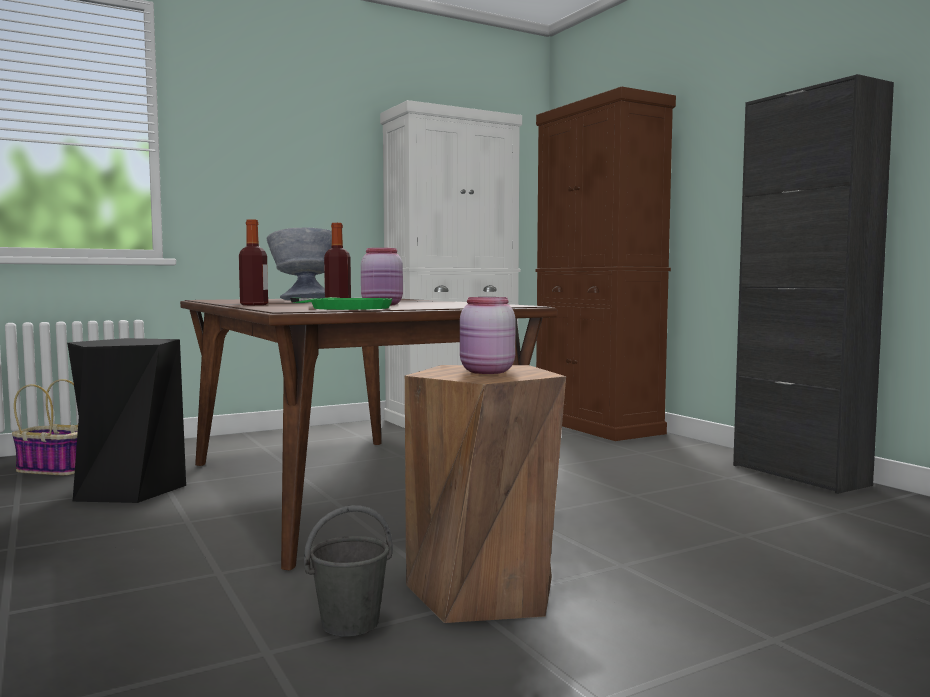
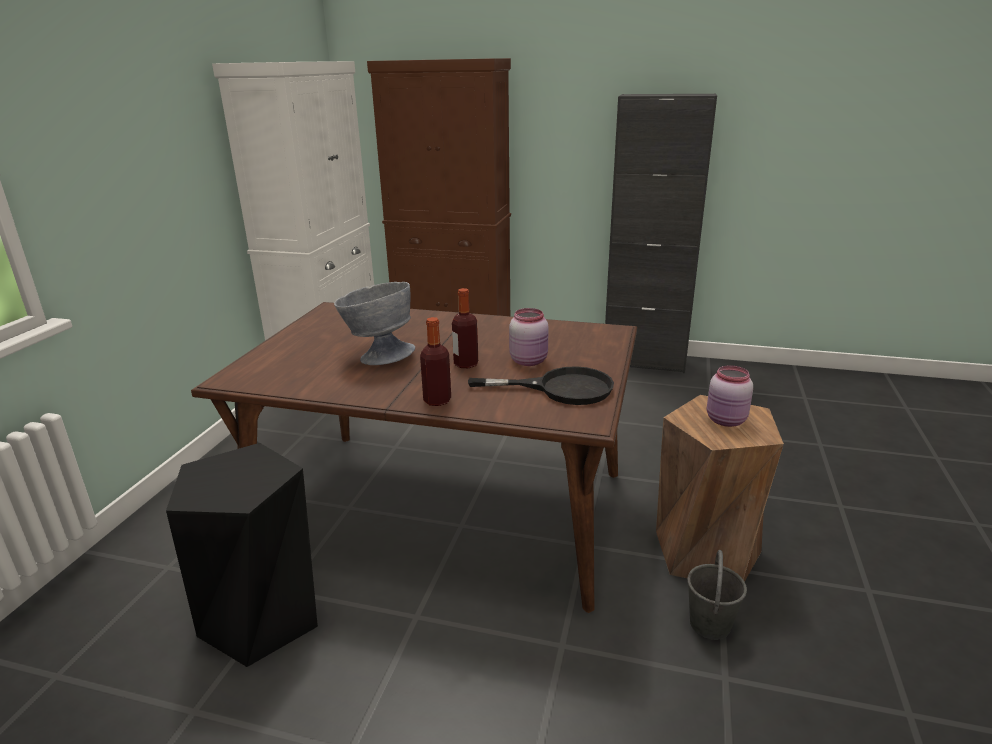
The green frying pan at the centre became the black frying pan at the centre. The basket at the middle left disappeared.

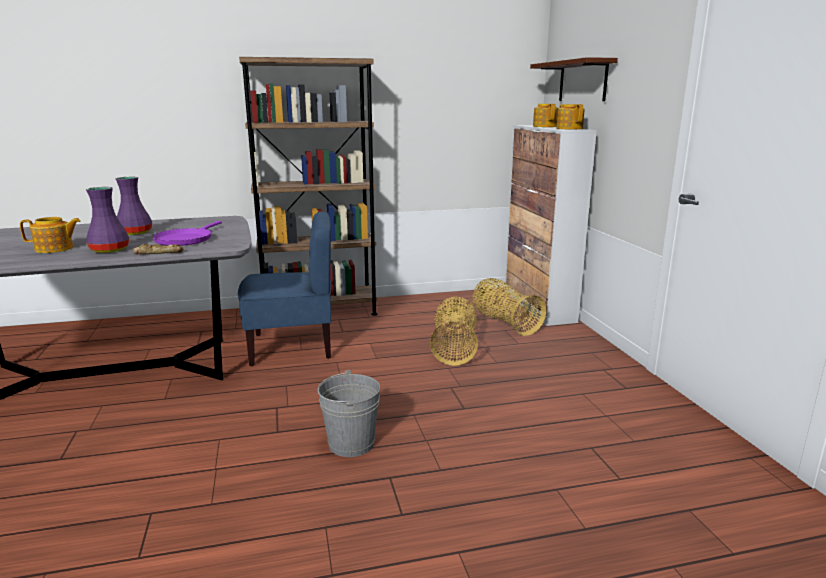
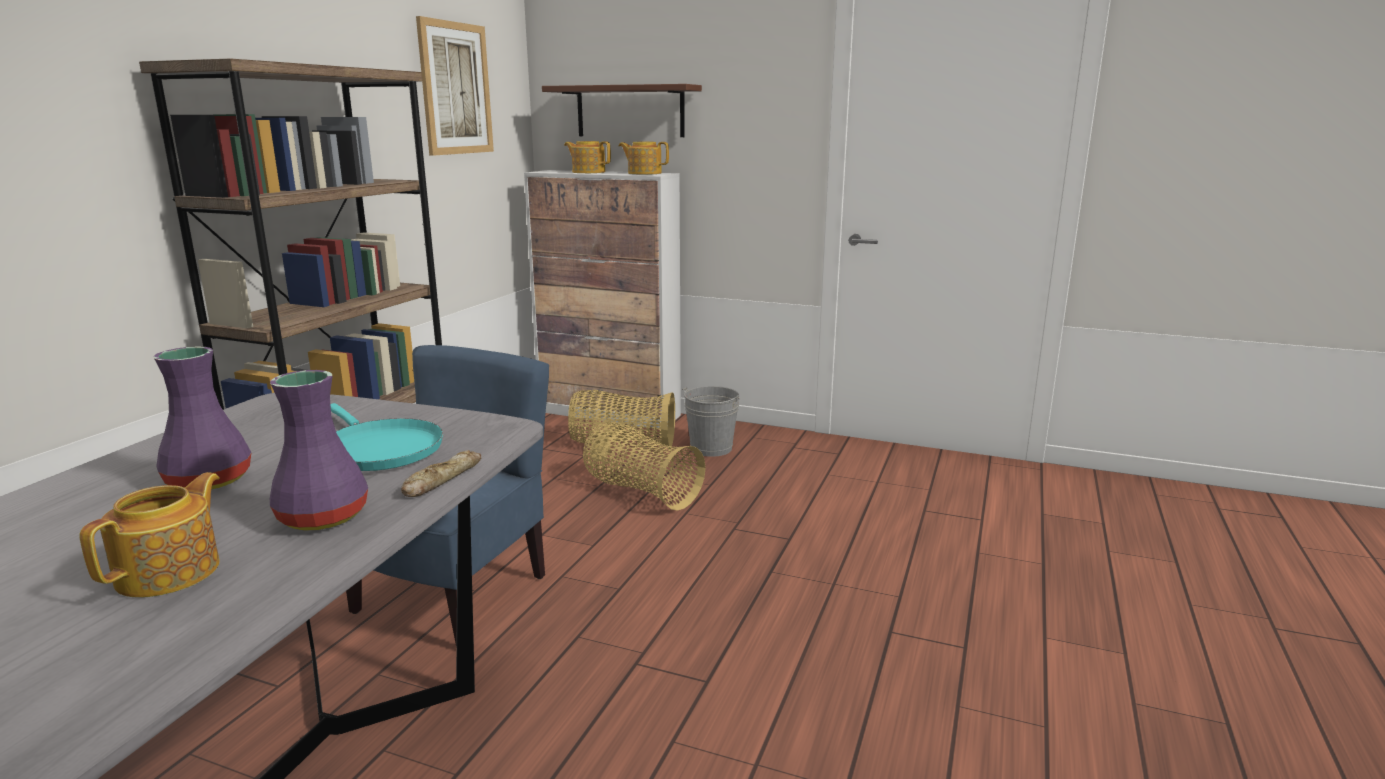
The purple frying pan at the middle left became the turquoise frying pan at the middle left. The picture at the top left appeared. The grey bucket moved from the bottom centre to the centre.

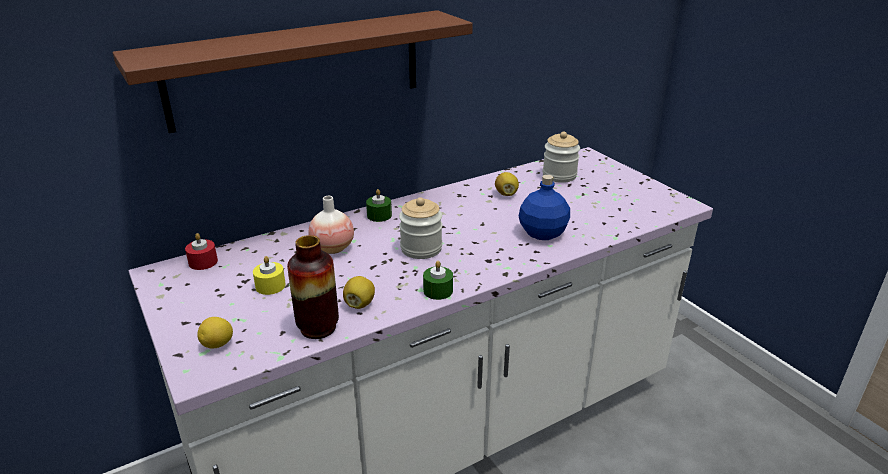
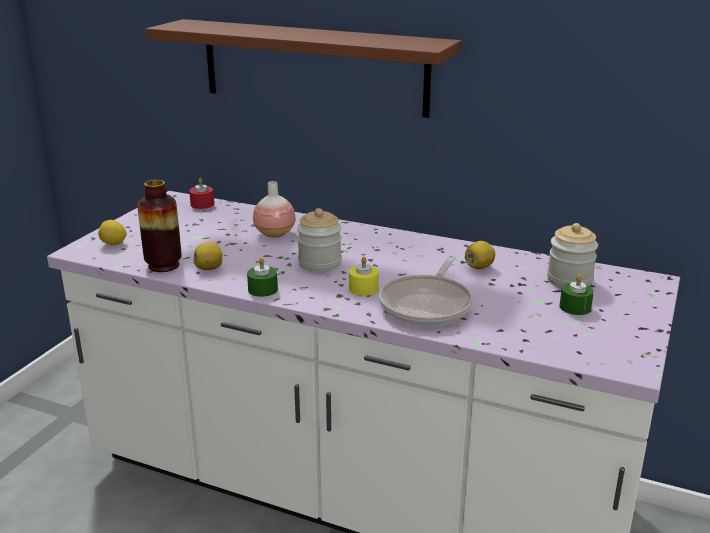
The yellow candle moved from the middle left to the centre. The blue bottle at the centre was replaced by the frying pan at the centre. The green candle (no. 1 from left in the first image) moved from the centre to the middle right.

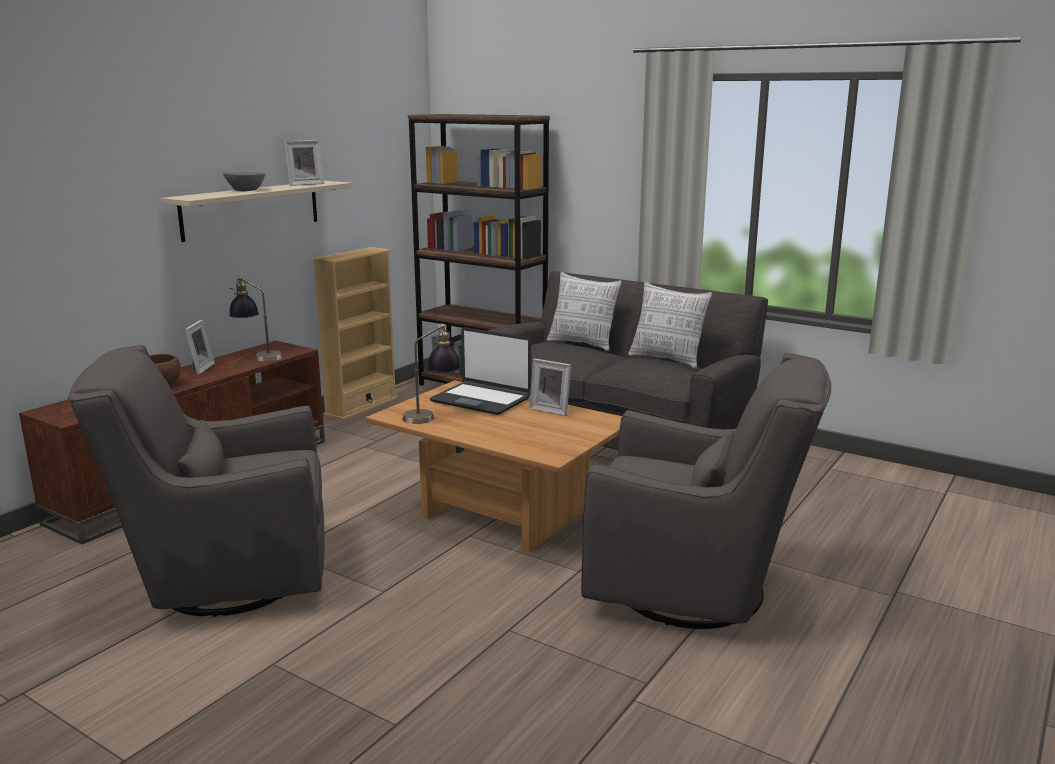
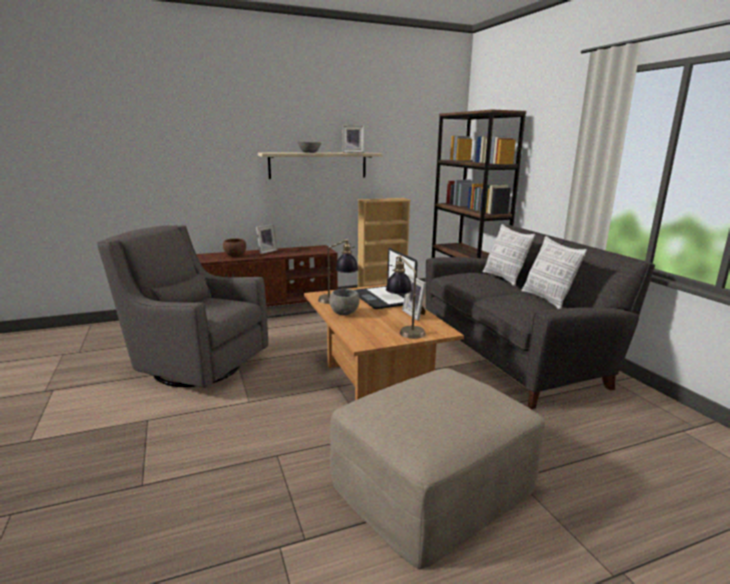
The grey bowl (no. 2 from left) at the centre appeared. The grey armchair (no. 2 from left) at the middle right was replaced by the beige ottoman at the bottom centre. The table lamp (no. 1 from left in the first image) moved from the middle left to the centre.

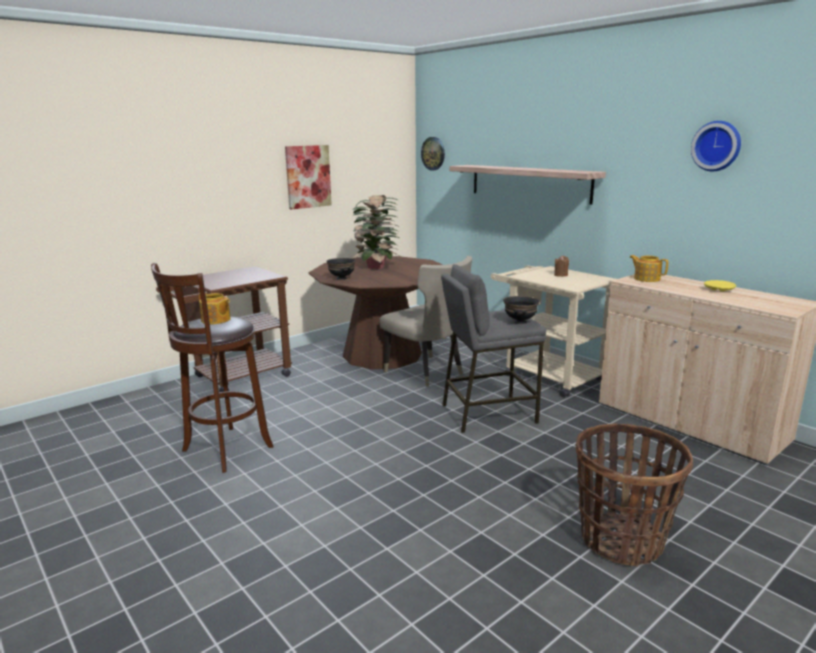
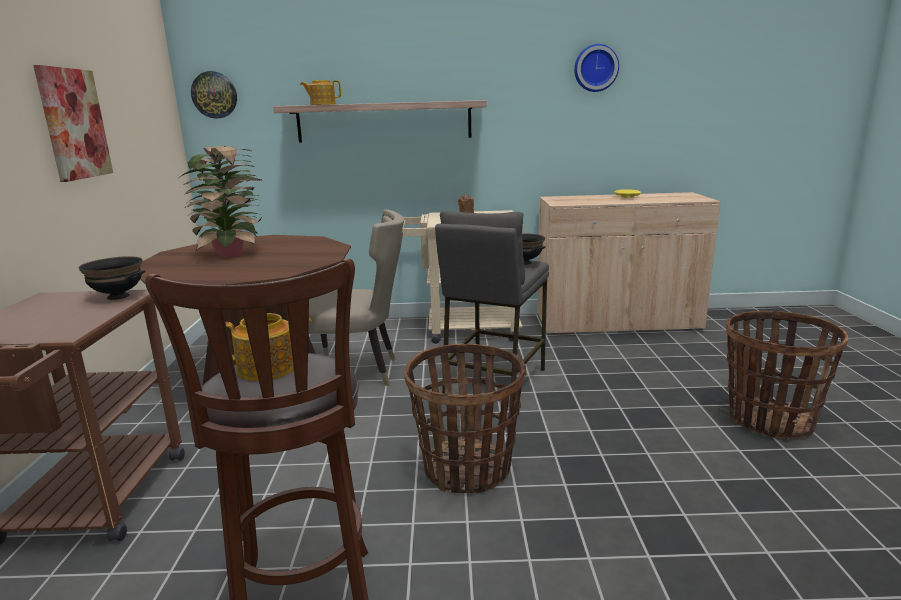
The black bowl (no. 1 from left) moved from the centre to the middle left. The teapot (no. 2 from left) moved from the middle right to the top centre. The basket (no. 1 from left) at the bottom centre appeared.

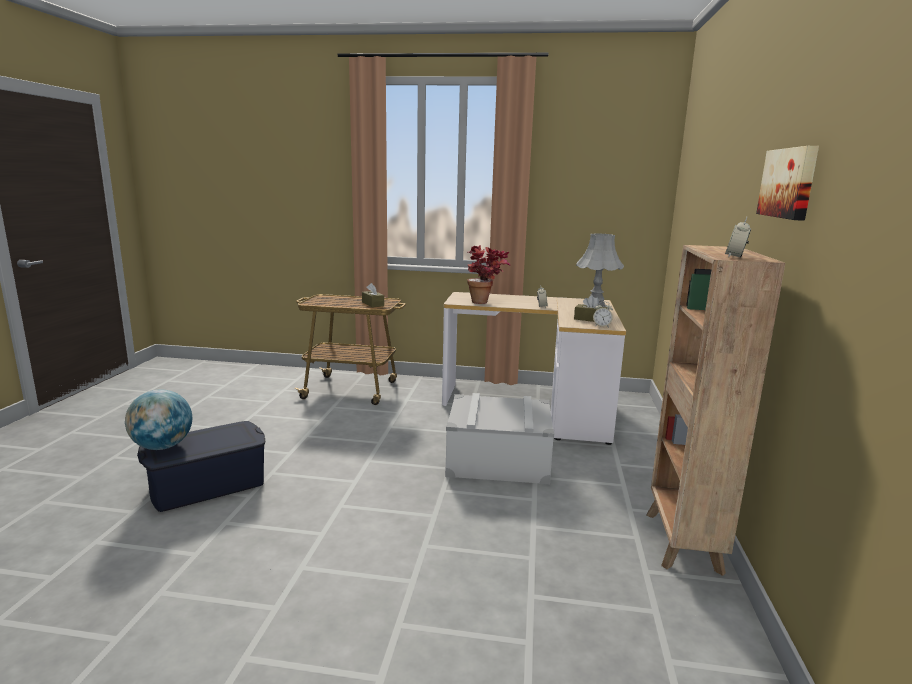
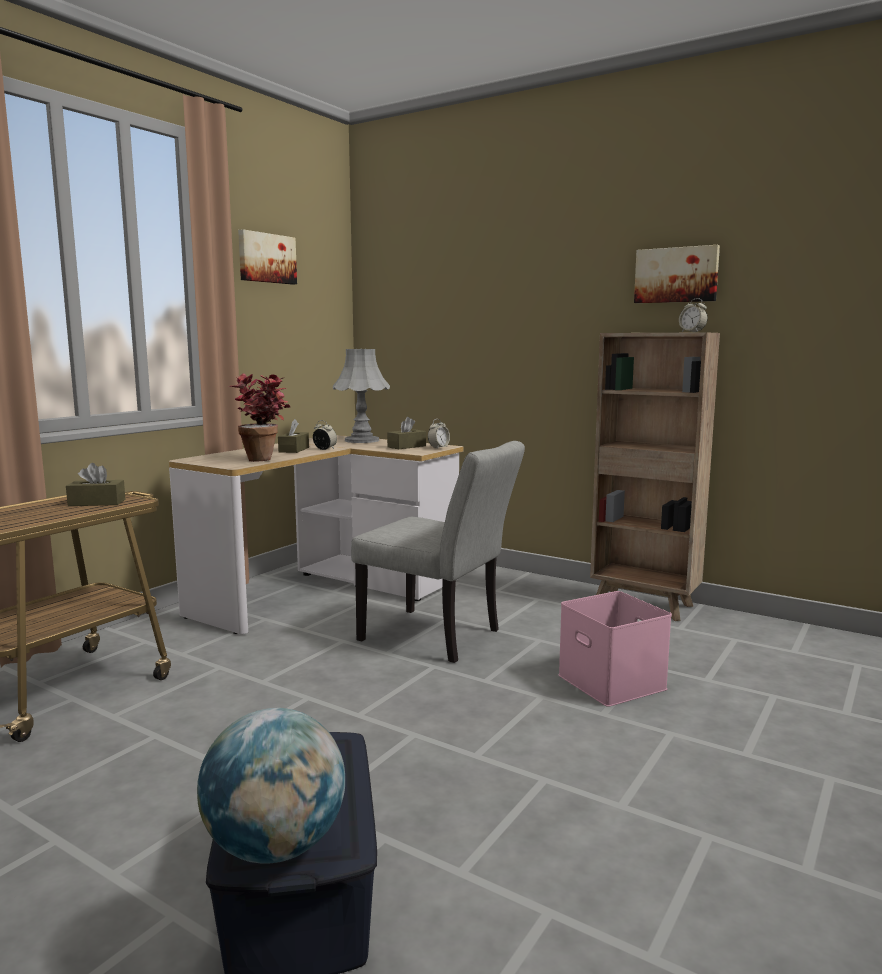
The picture (no. 1 from left) at the top left appeared. The brown tissue box (no. 2 from left) at the middle left appeared. The grey storage box at the centre was replaced by the grey chair at the centre. The pink storage box at the middle right appeared.

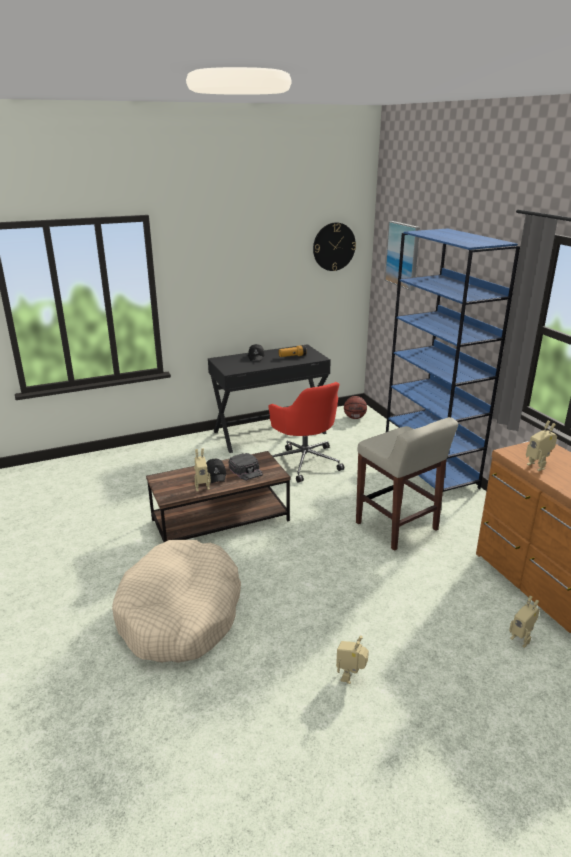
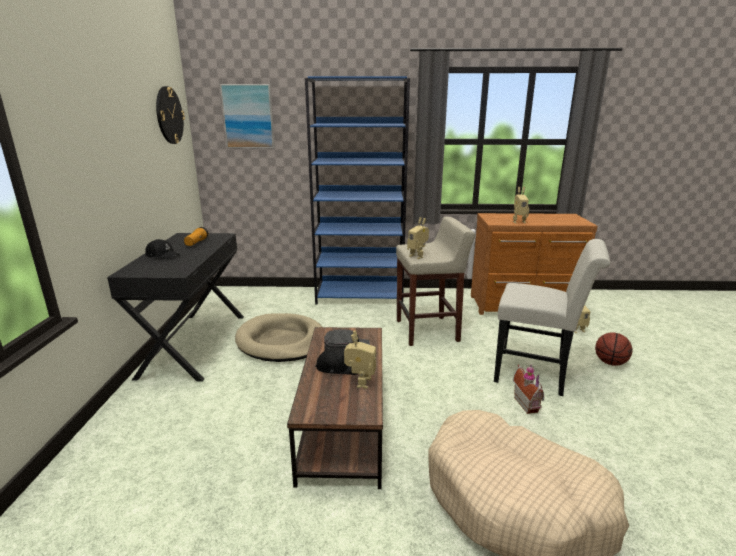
The red office chair at the centre was replaced by the beige dog bed (no. 1 from left) at the centre. The toy robot (no. 2 from left) moved from the bottom centre to the centre. The white chair at the middle right appeared. The toy house at the bottom right appeared. The basketball moved from the centre to the middle right.

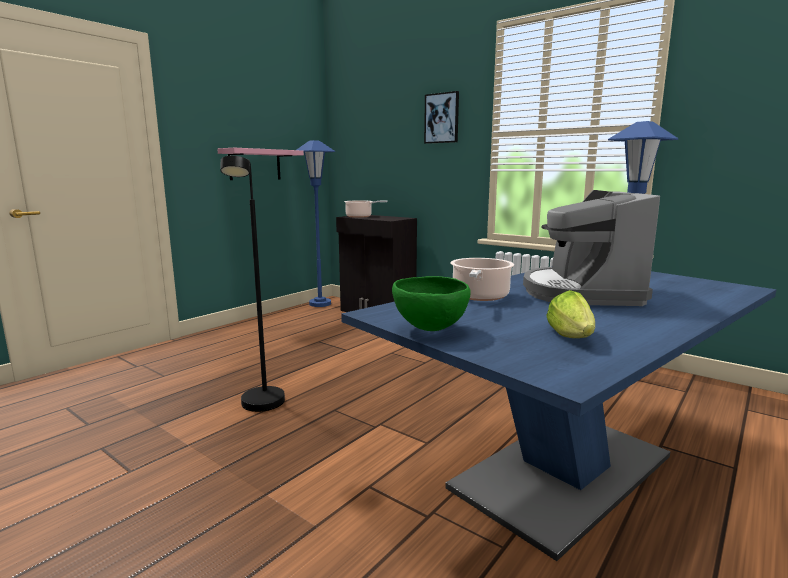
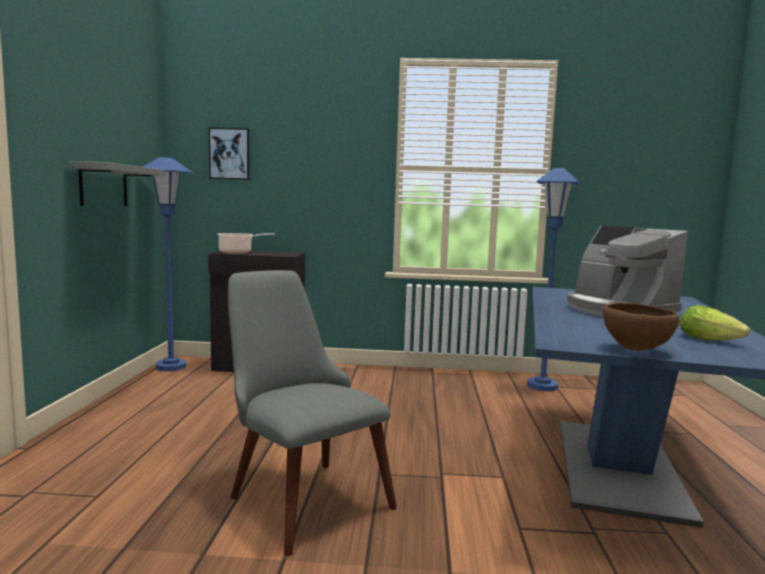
The pink shelf at the top left became the grey shelf at the top left. The picture moved from the top centre to the top left. The black floor lamp at the middle left was replaced by the grey chair at the bottom centre. The green bowl at the centre became the brown bowl at the middle right. The cooking pot (no. 2 from left) at the centre disappeared.

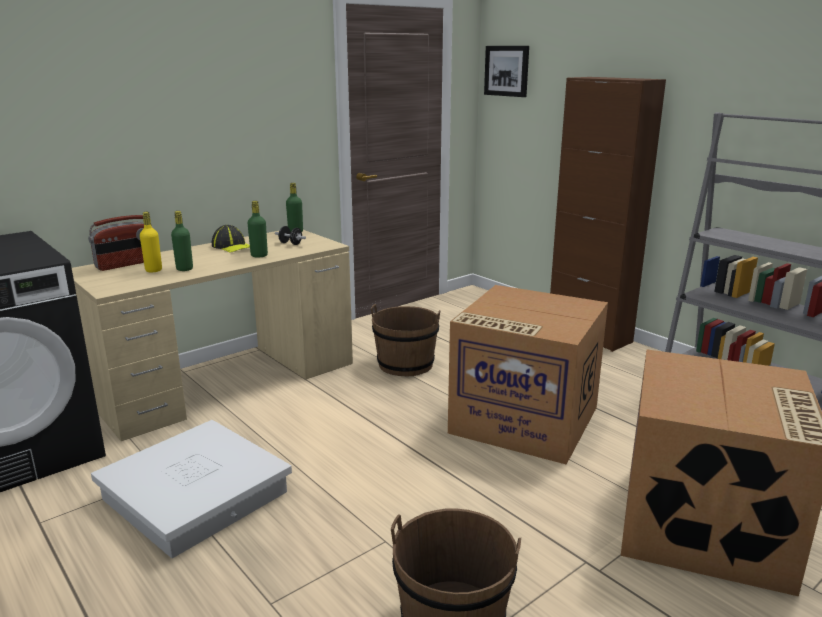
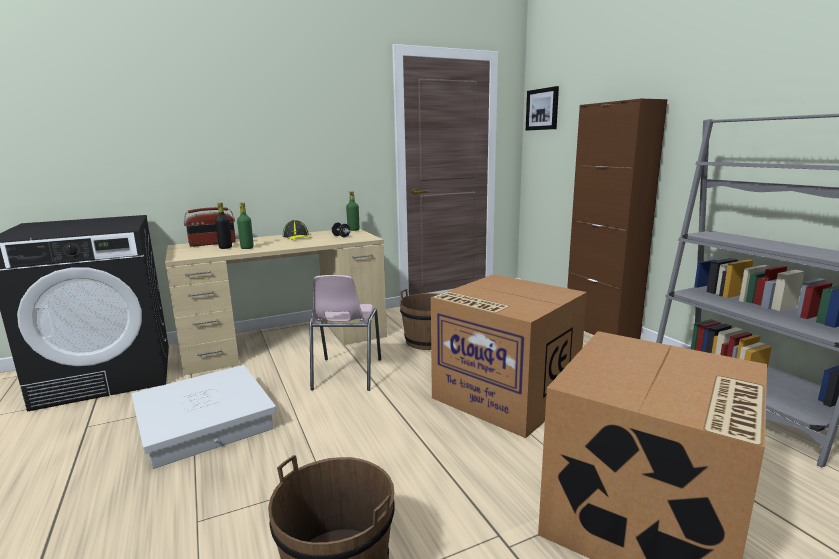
The yellow bottle at the middle left became the black bottle at the middle left. The pink chair at the centre appeared. The green bottle (no. 2 from left) at the middle left disappeared.

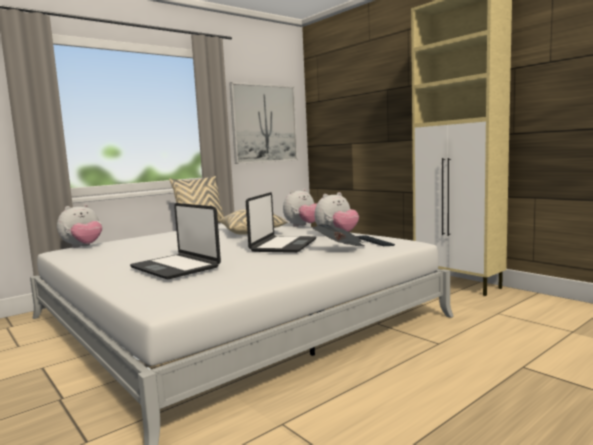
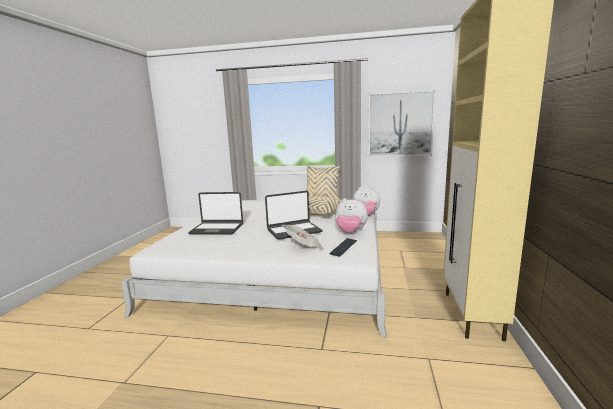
The laptop (no. 1 from left) at the middle left turned 90 degrees counterclockwise. The plush toy (no. 1 from left) at the middle left disappeared.

